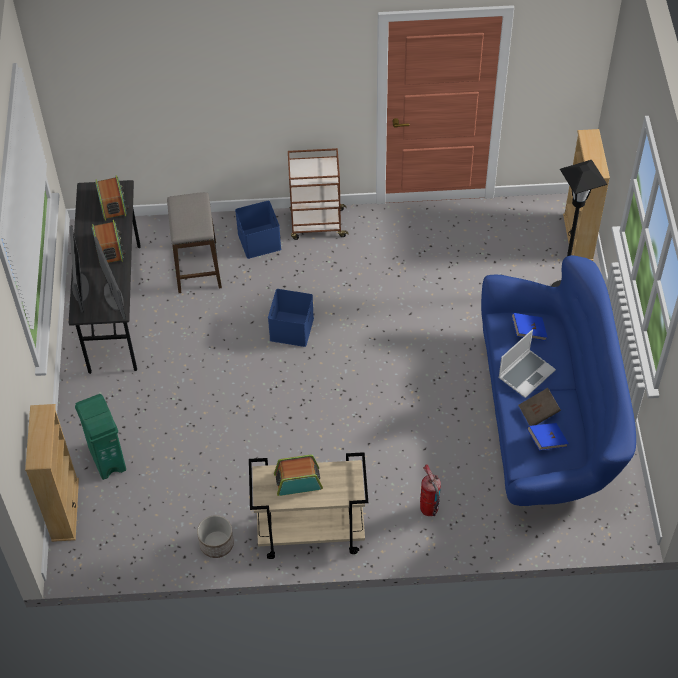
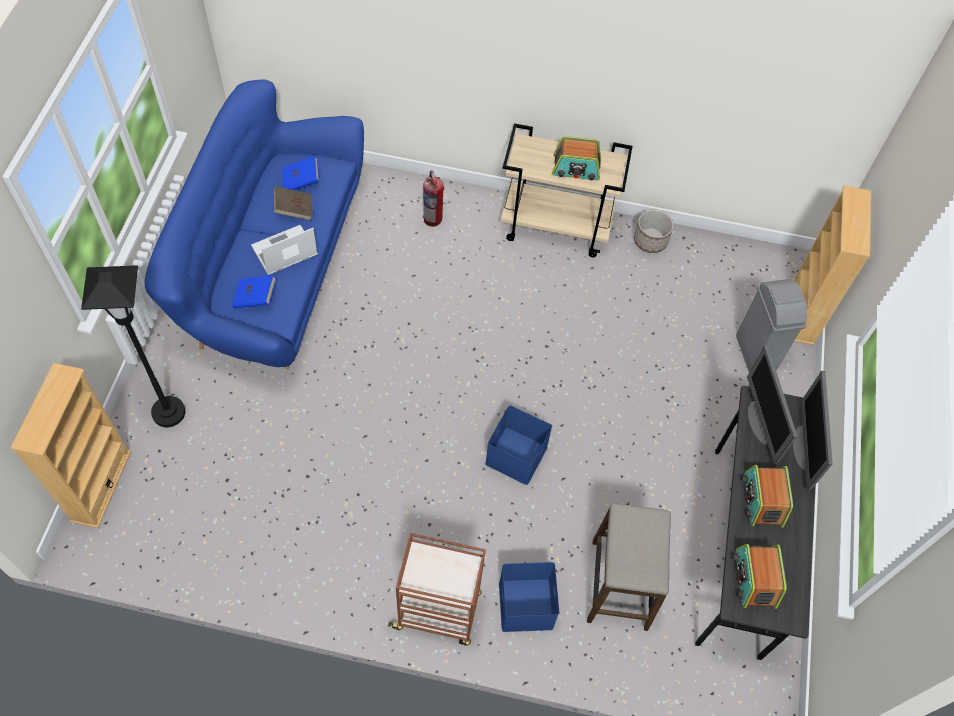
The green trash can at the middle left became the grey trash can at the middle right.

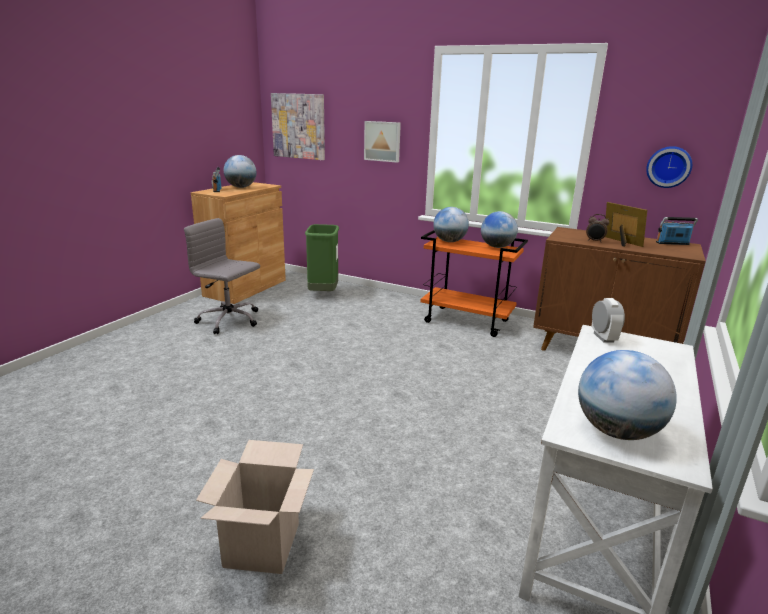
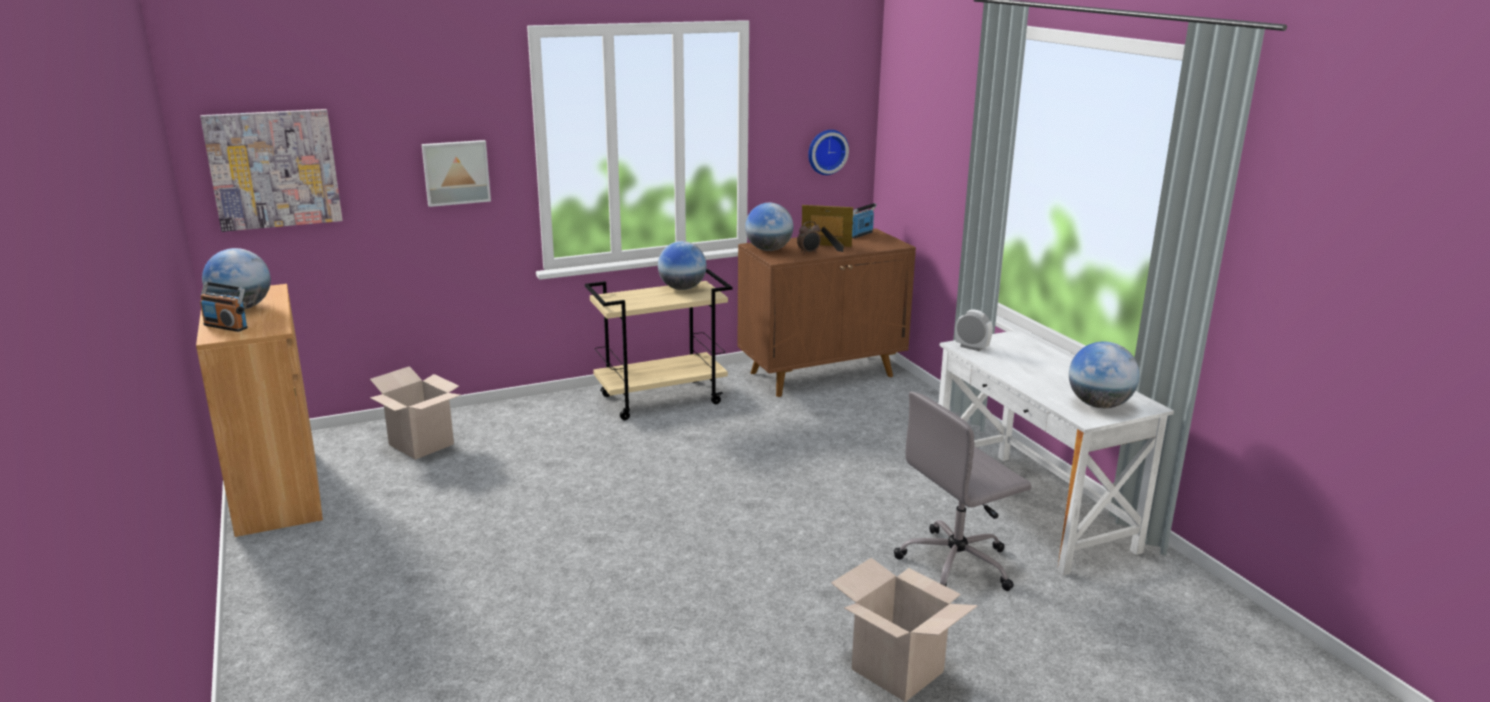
The green trash can at the centre was replaced by the cardboard box (no. 1 from left) at the middle left. The orange cart at the centre became the beige cart at the centre. The globe (no. 2 from left in the first image) moved from the centre to the top centre. The grey office chair moved from the middle left to the bottom centre.

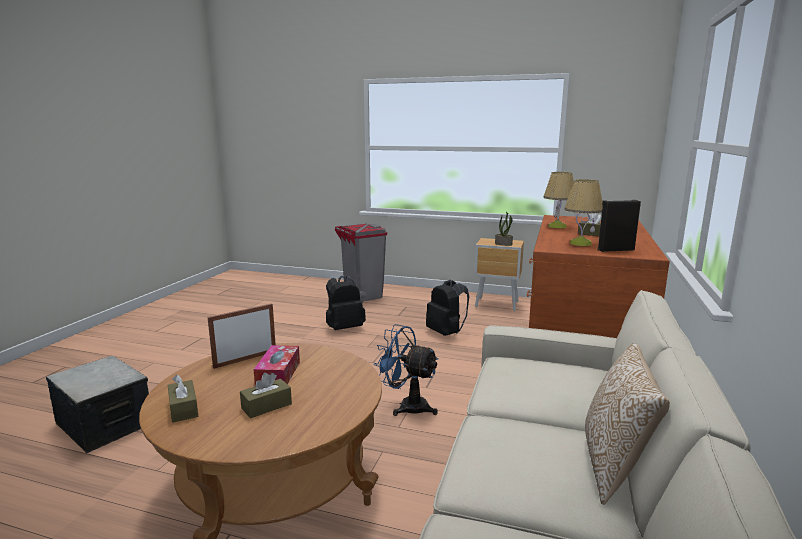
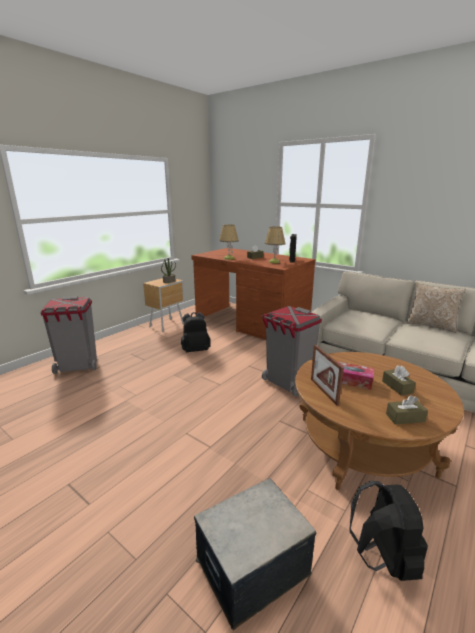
The blue fan at the bottom centre was replaced by the grey trash can (no. 2 from left) at the centre. The black backpack (no. 1 from left in the first image) moved from the centre to the bottom right.

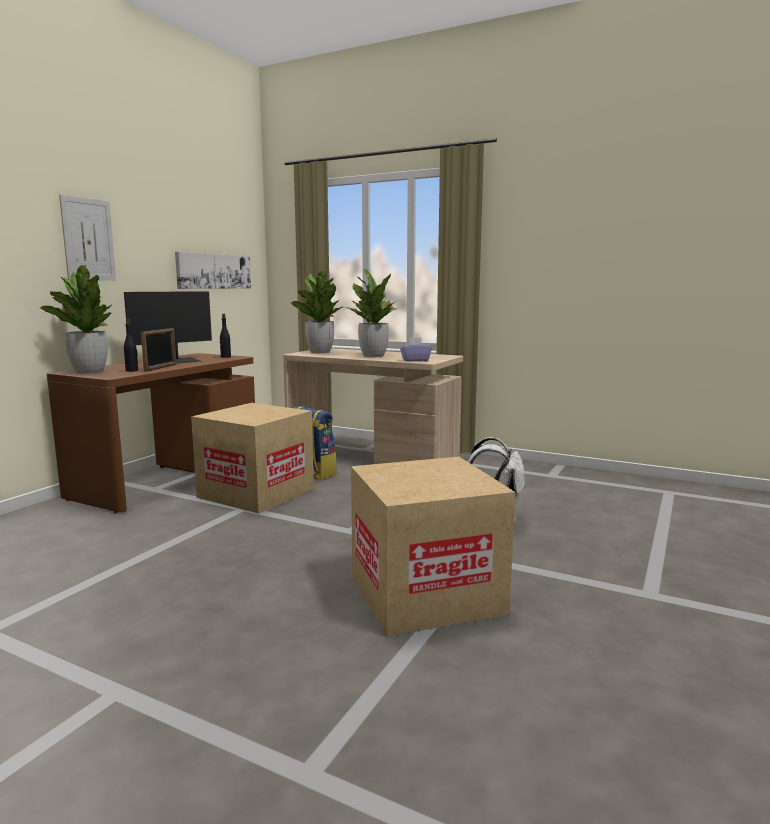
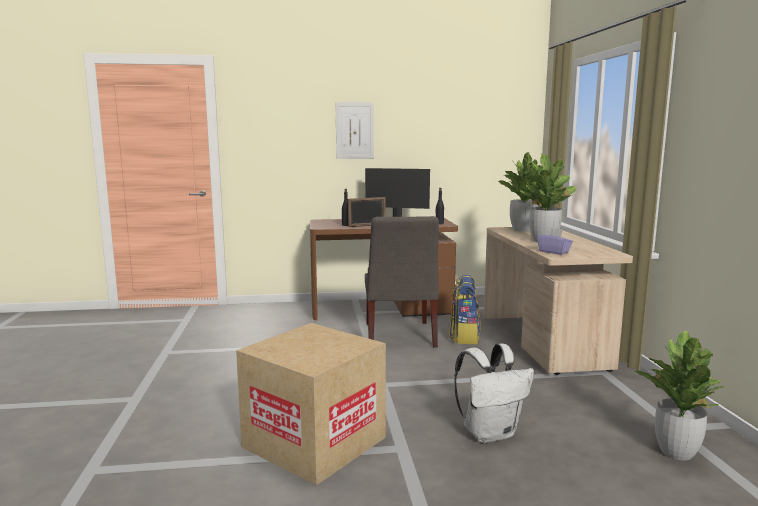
The cardboard box (no. 1 from left) at the middle left was replaced by the grey chair at the centre. The potted plant (no. 1 from left in the first image) moved from the middle left to the bottom right. The picture (no. 2 from left) at the top left disappeared.

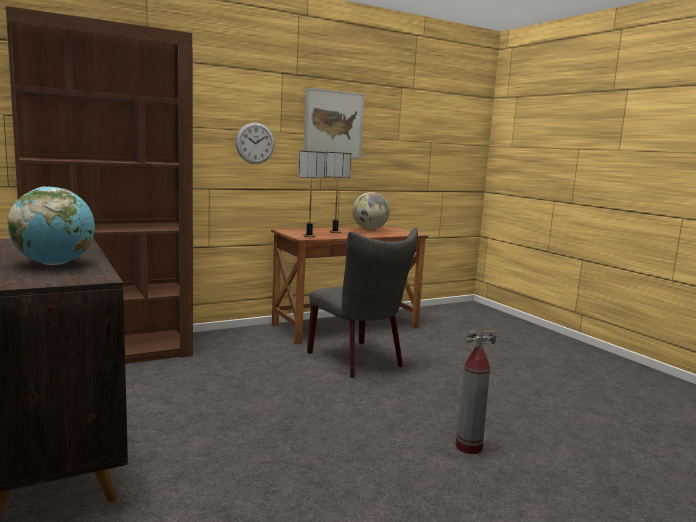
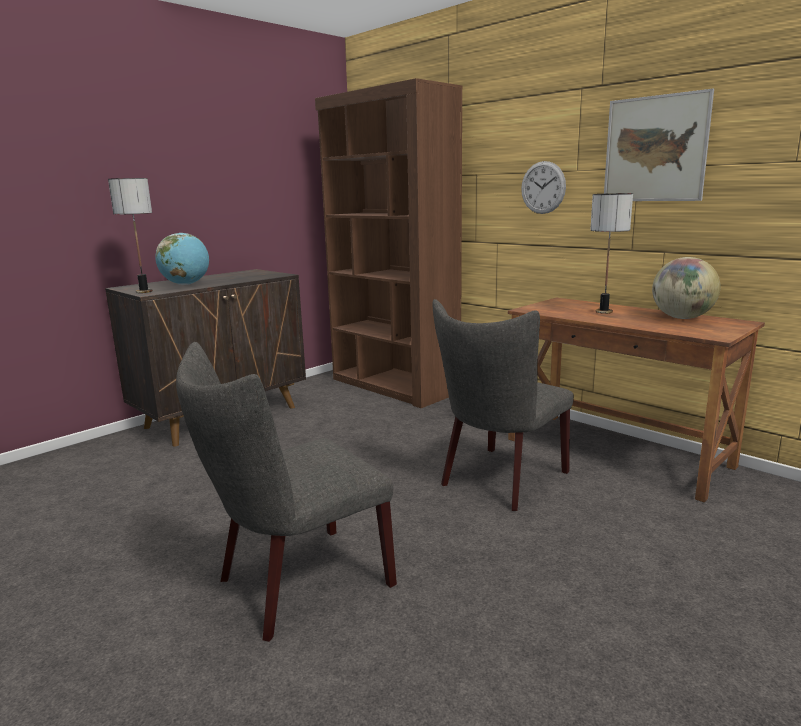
The table lamp (no. 1 from left) moved from the centre to the top left. The fire extinguisher at the bottom right was replaced by the grey chair (no. 1 from left) at the bottom centre.

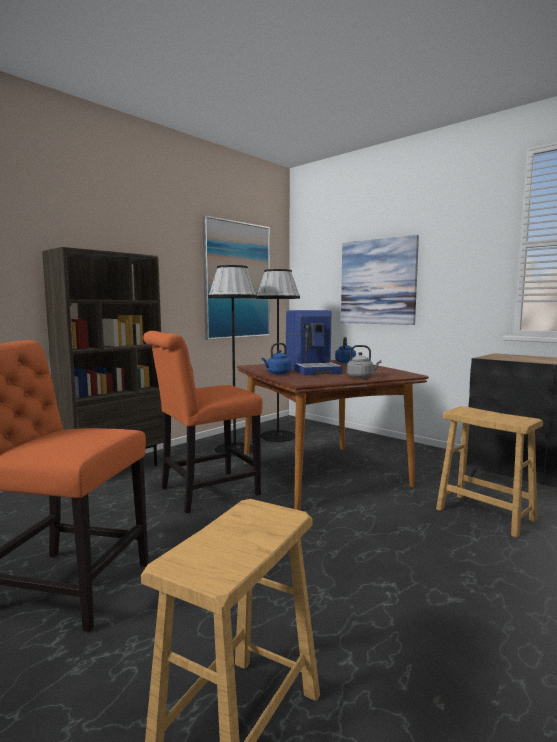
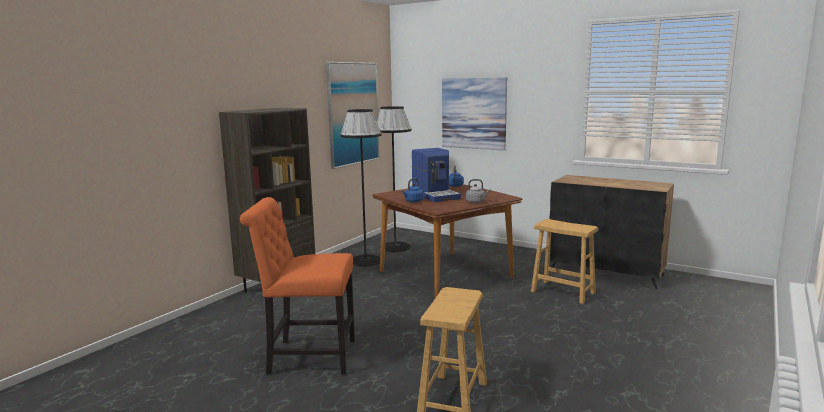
The orange chair (no. 2 from left) at the centre disappeared.

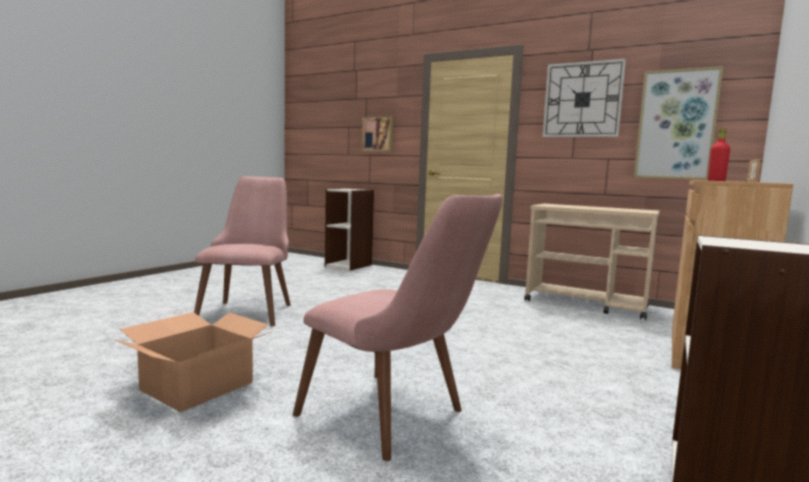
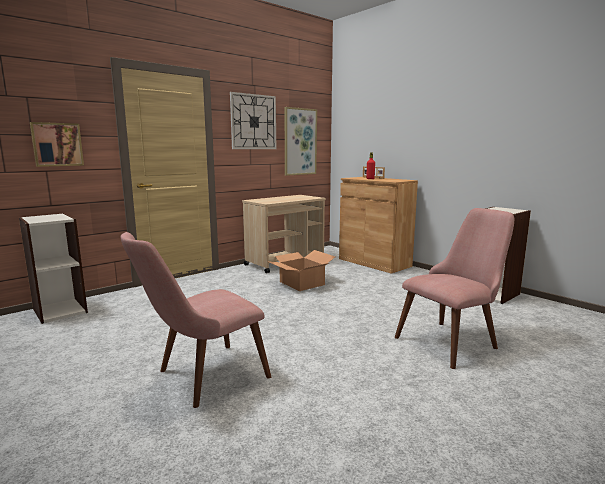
The pink chair (no. 1 from left) at the middle left turned 60 degrees counterclockwise. The cardboard box moved from the bottom left to the centre.

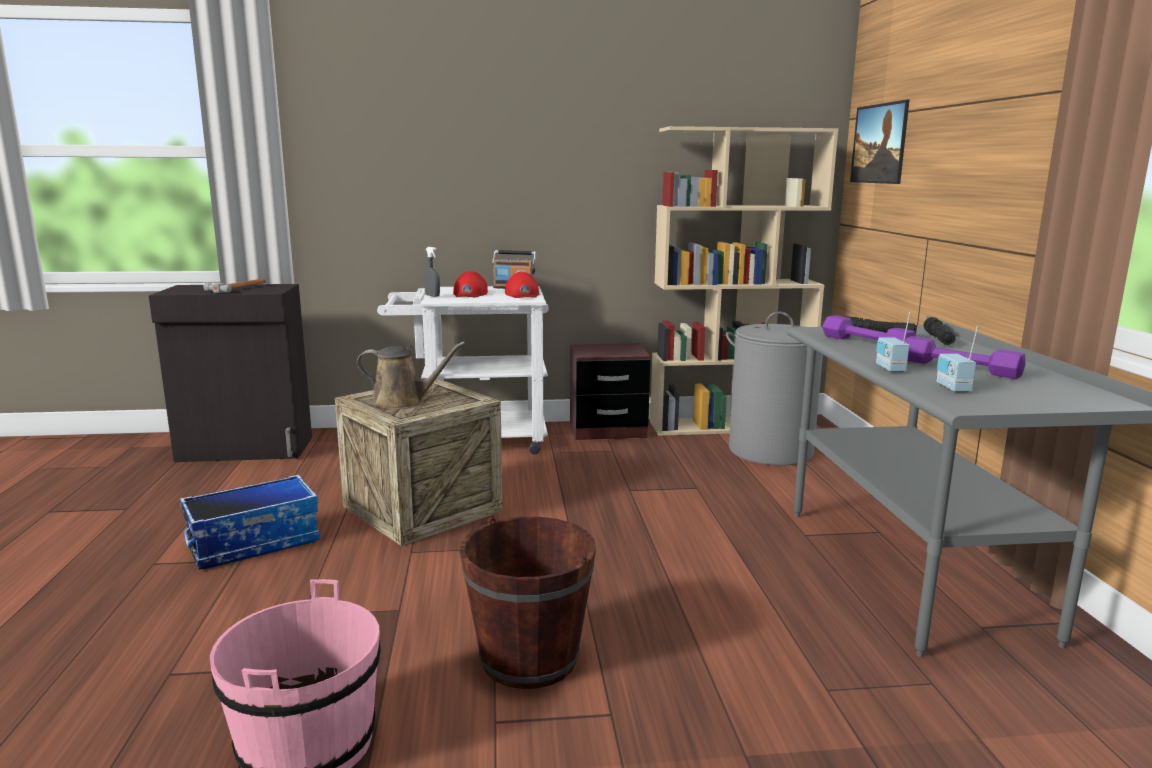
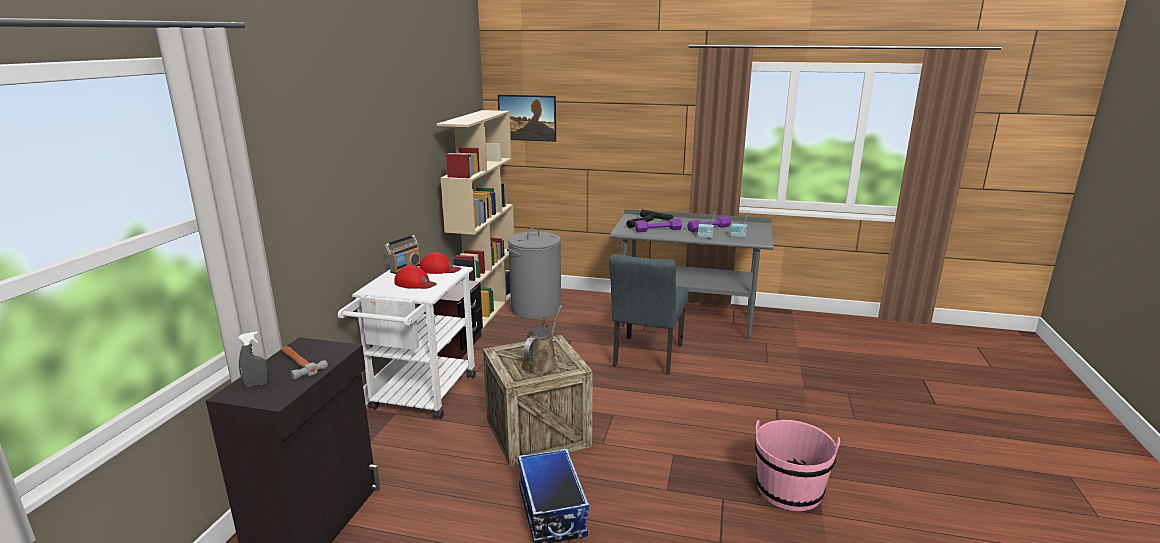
The grey spray bottle moved from the centre to the middle left. The grey chair at the centre appeared. The brown bucket at the bottom centre disappeared.

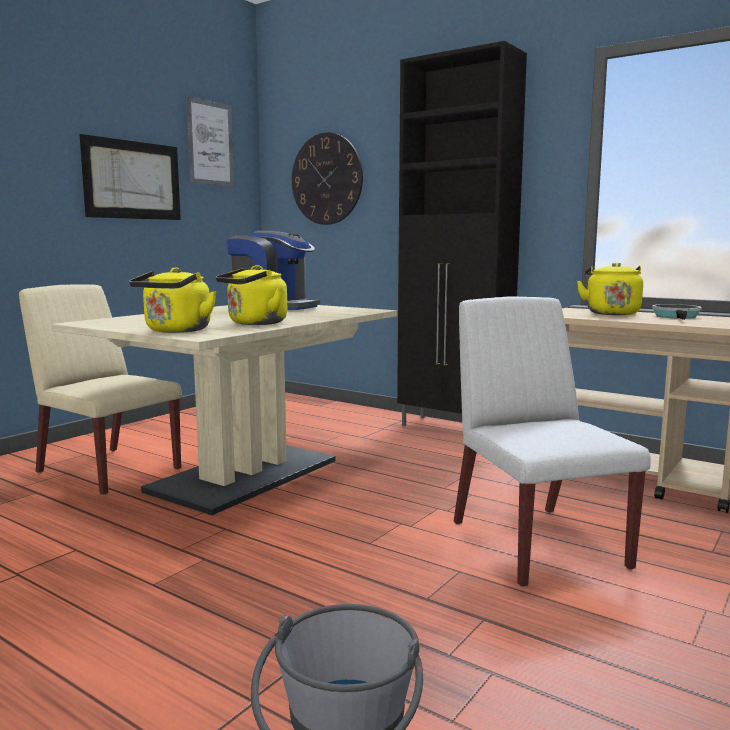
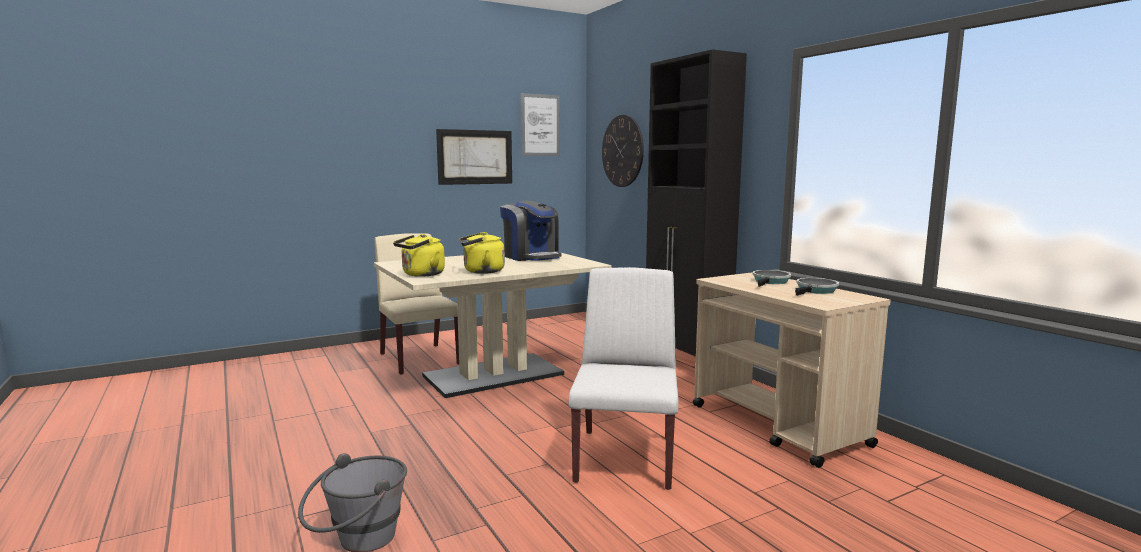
The yellow kettle (no. 3 from left) at the middle right was replaced by the frying pan (no. 1 from left) at the middle right.

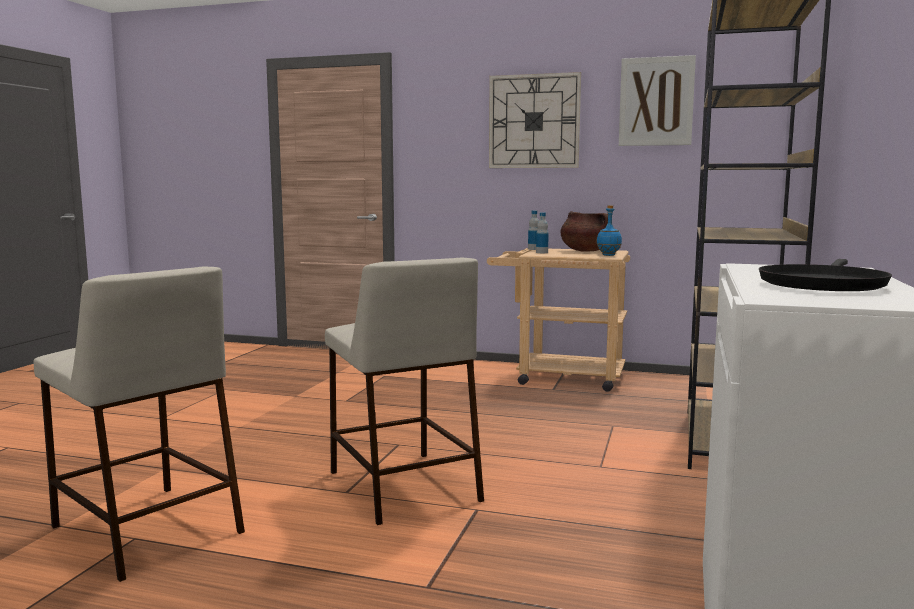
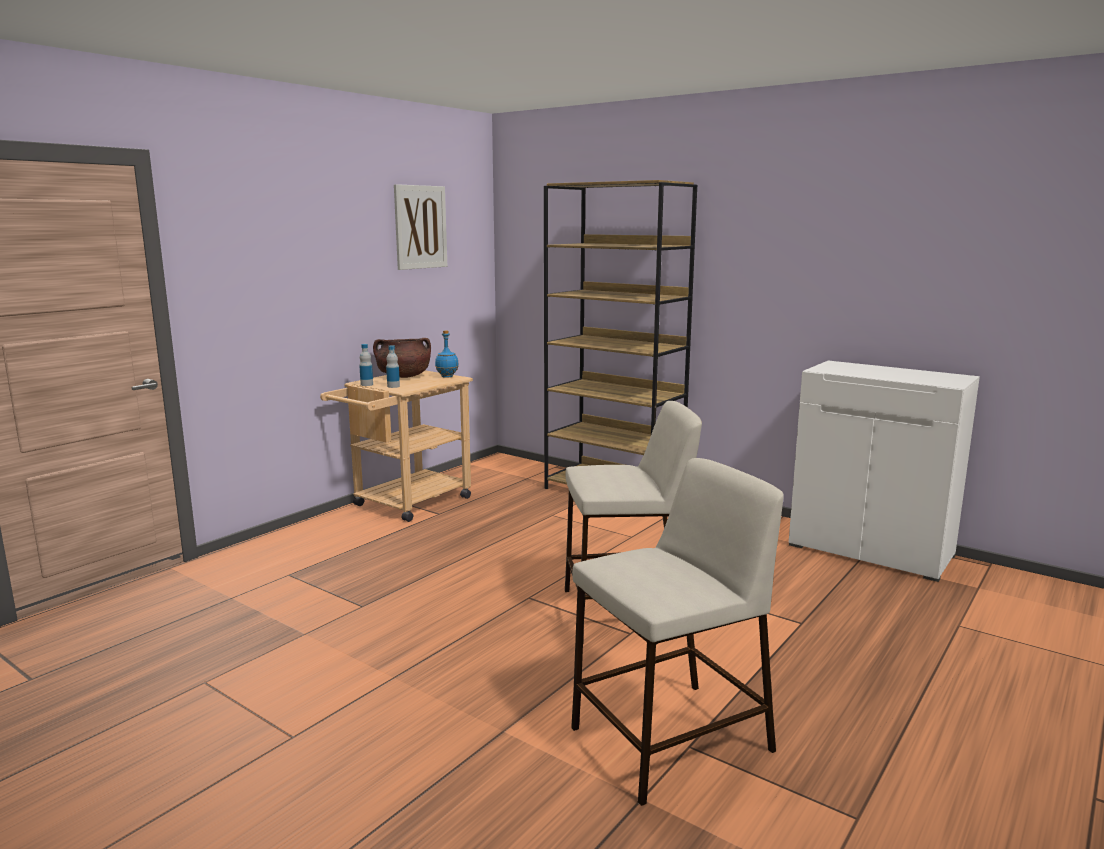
The wall clock at the top centre disappeared. The black frying pan at the middle right disappeared.

